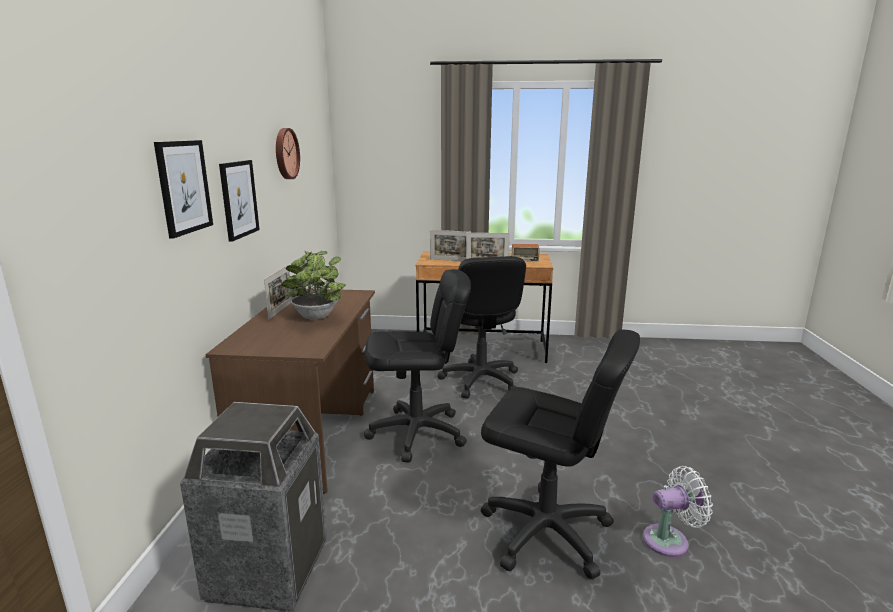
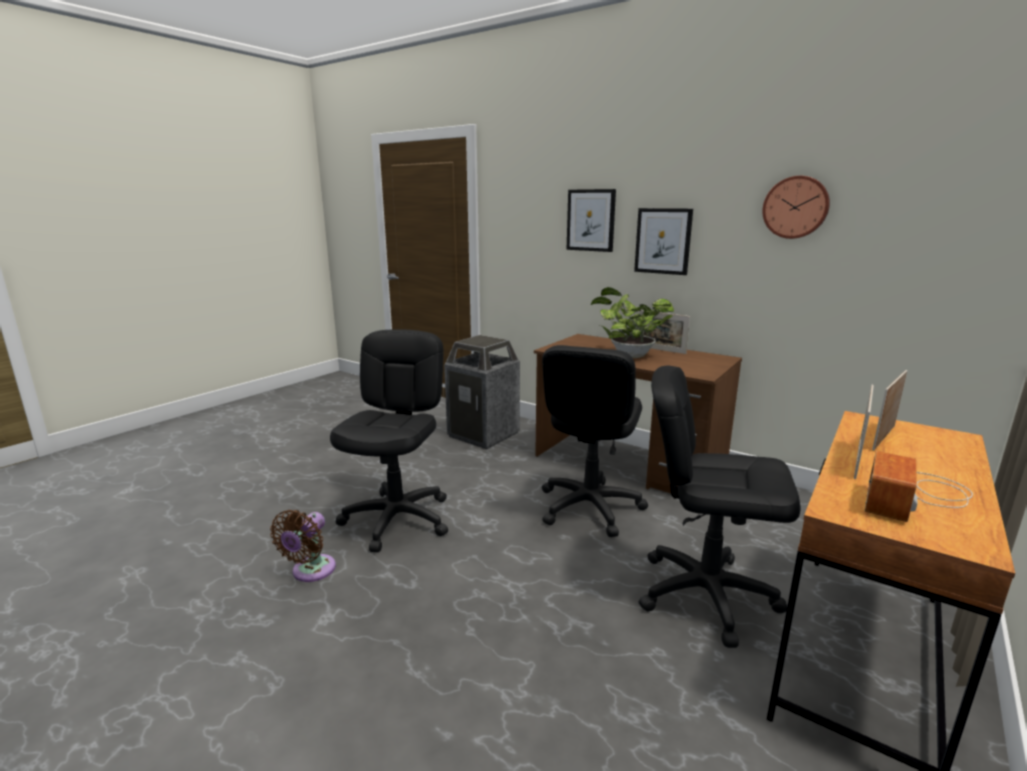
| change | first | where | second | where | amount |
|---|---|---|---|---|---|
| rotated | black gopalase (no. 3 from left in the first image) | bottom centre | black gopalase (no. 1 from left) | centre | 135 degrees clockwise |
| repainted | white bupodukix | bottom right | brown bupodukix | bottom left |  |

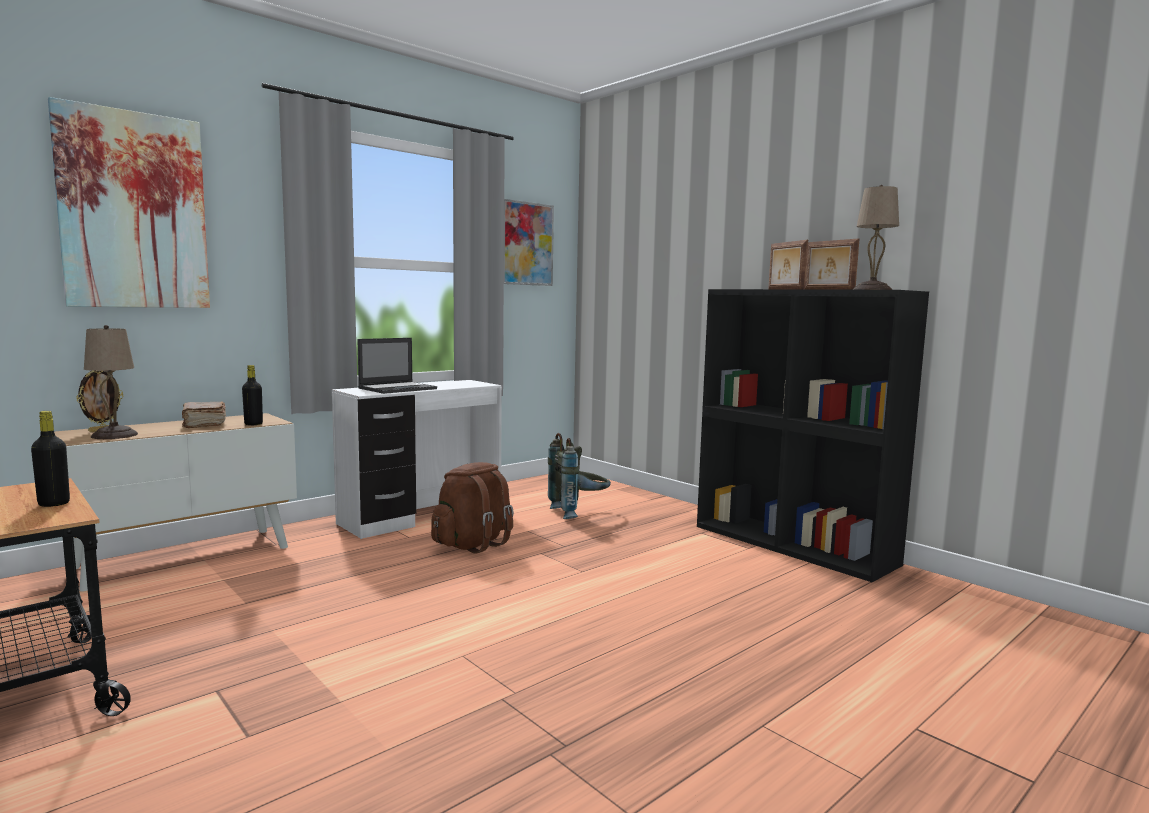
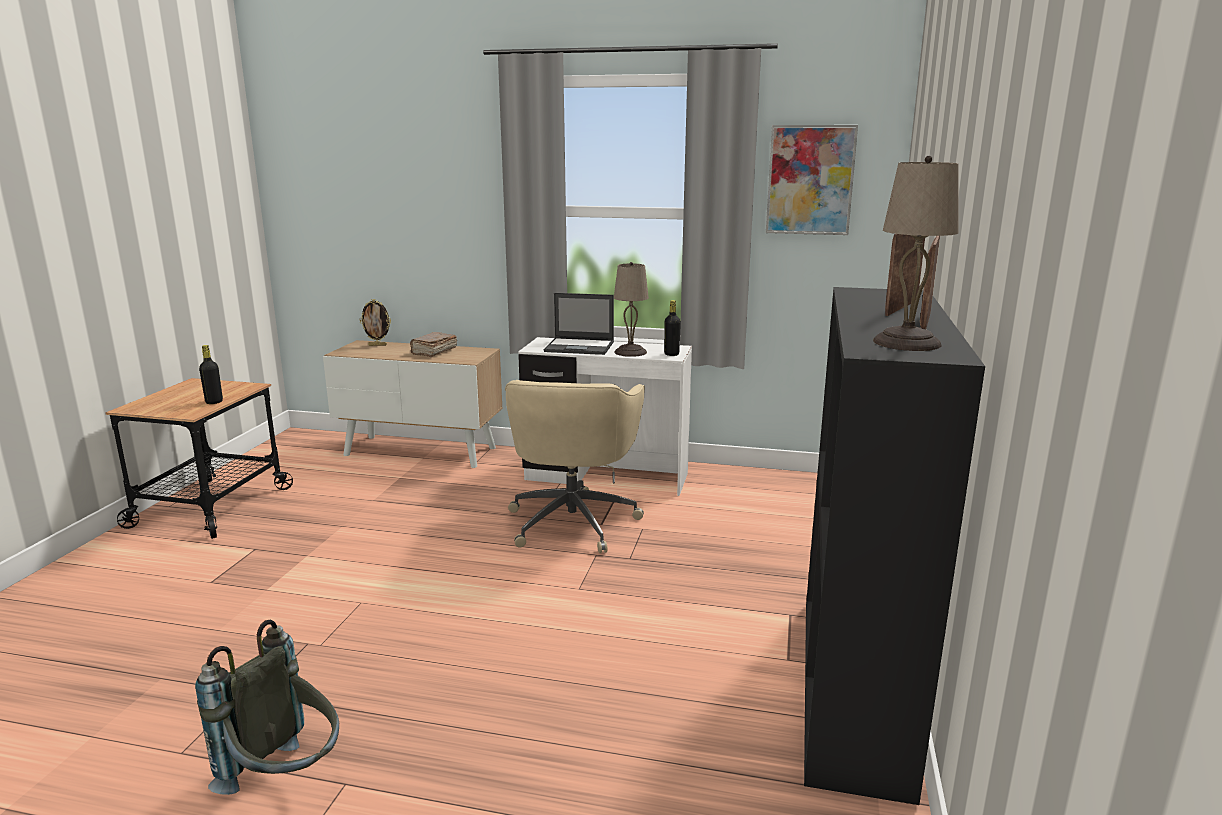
| change | first | where | second | where | amount |
|---|---|---|---|---|---|
| gone | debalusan (no. 1 from left) | top left |  |  |  |
| shifted | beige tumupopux (no. 1 from left) | middle left |  | centre |  |
| shifted | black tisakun (no. 2 from left) | middle left |  | centre |  |
| shifted | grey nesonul | centre |  | bottom left |  |
| swapped | brown nesonul | centre | beige gopalase | centre |  |

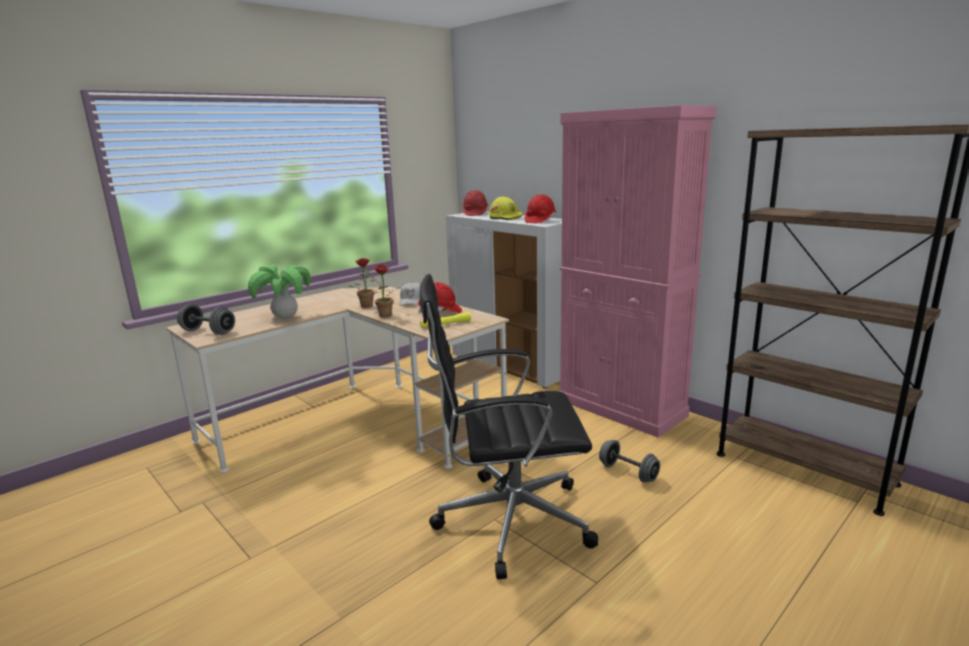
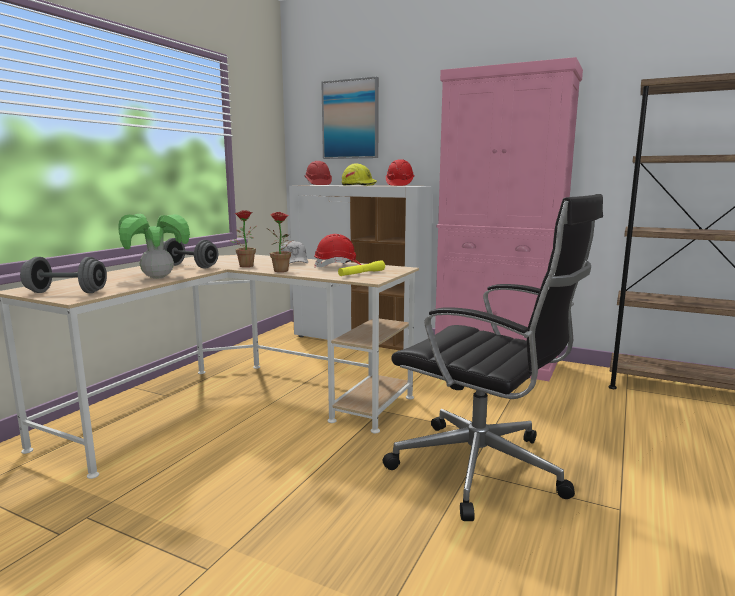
| change | first | where | second | where | amount |
|---|---|---|---|---|---|
| rotated | black gopalase | centre |  | middle right | 120 degrees counterclockwise |
| shifted | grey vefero (no. 2 from left) | bottom centre |  | middle left |  |
| new |  |  | debalusan | top centre |  |

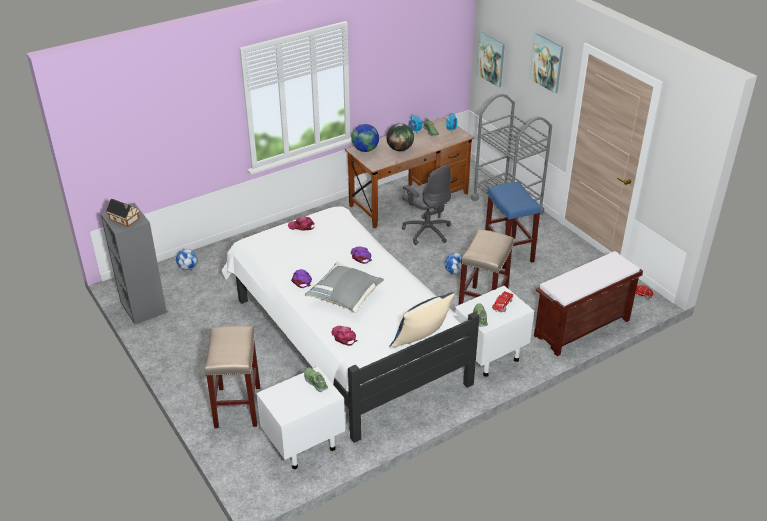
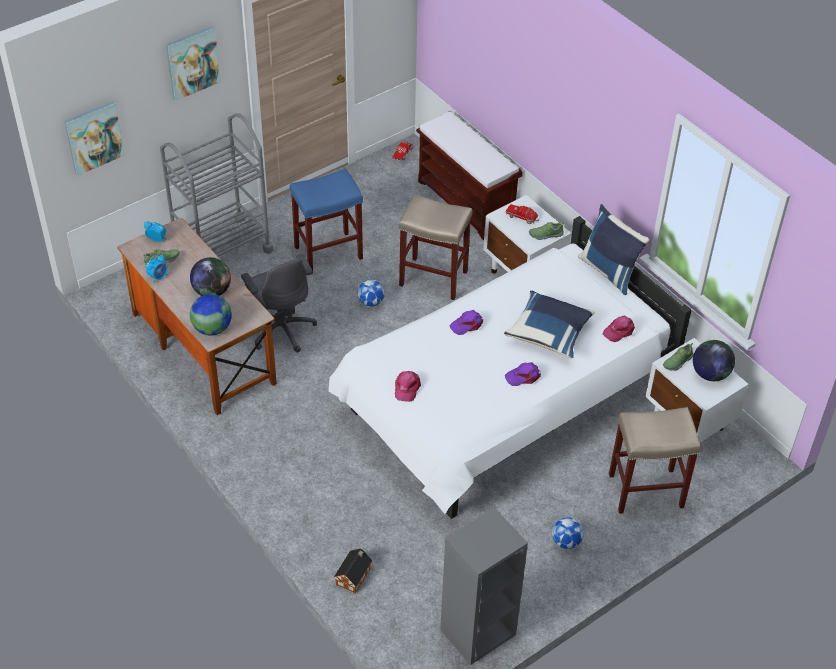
| change | first | where | second | where | amount |
|---|---|---|---|---|---|
| rotated | grey gopalase | centre |  | centre | 105 degrees clockwise |
| shifted | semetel | middle left |  | bottom centre |  |
| shifted | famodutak (no. 1 from left in the first image) | middle left | famodutak (no. 2 from left) | bottom right |  |
| repainted | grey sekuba | centre | blue sekuba (no. 1 from left) | centre |  |
| new |  |  | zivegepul (no. 3 from left) | middle right |  |

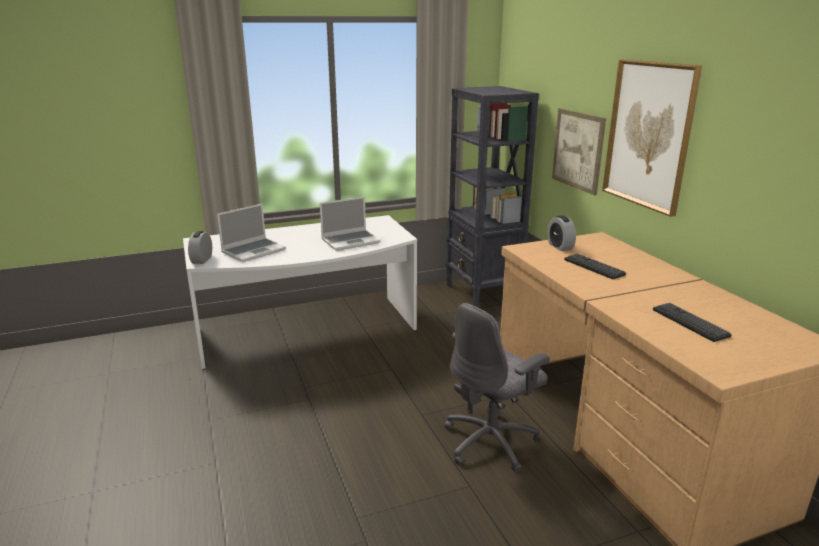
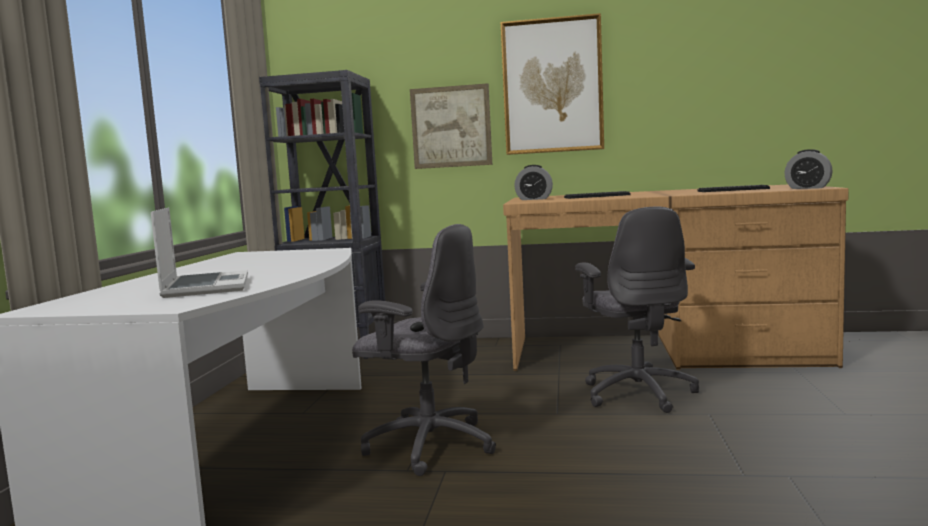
| change | first | where | second | where | amount |
|---|---|---|---|---|---|
| gone | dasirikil (no. 2 from left) | centre |  |  |  |
| shifted | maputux (no. 1 from left in the first image) | middle left | maputux (no. 2 from left) | top right |  |
| new |  |  | grey gopalase (no. 1 from left) | centre |  |

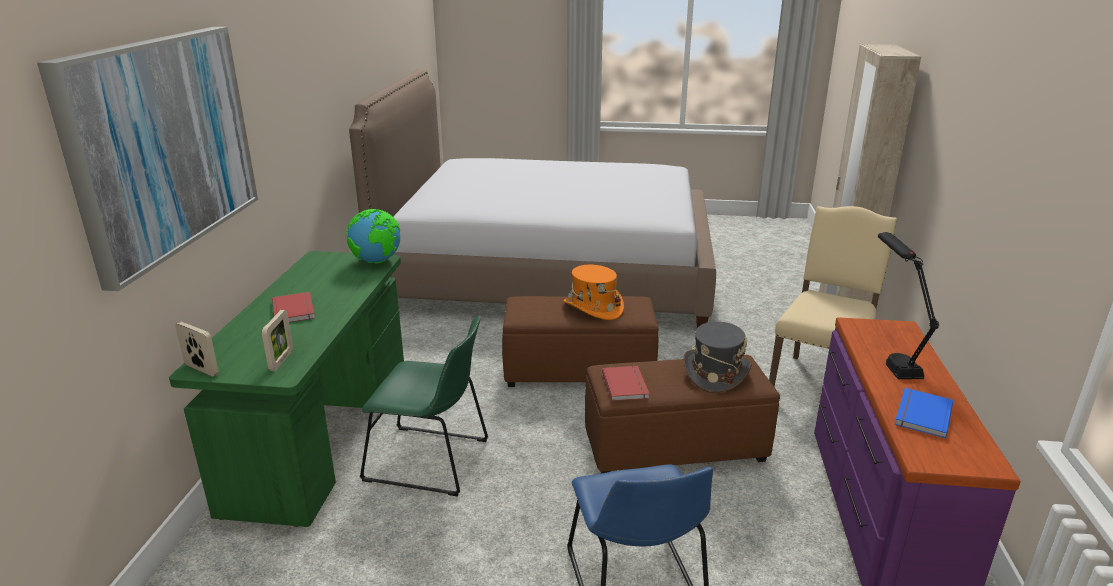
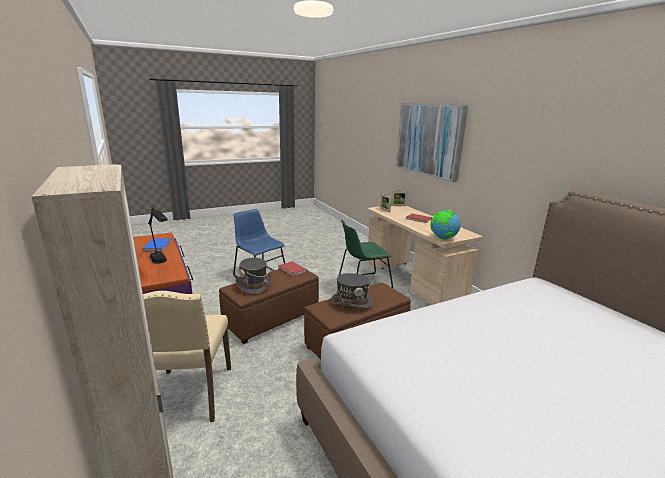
| change | first | where | second | where | amount |
|---|---|---|---|---|---|
| repainted | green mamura | middle left | beige mamura | centre |  |
| repainted | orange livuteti | centre | grey livuteti (no. 2 from left) | centre |  |

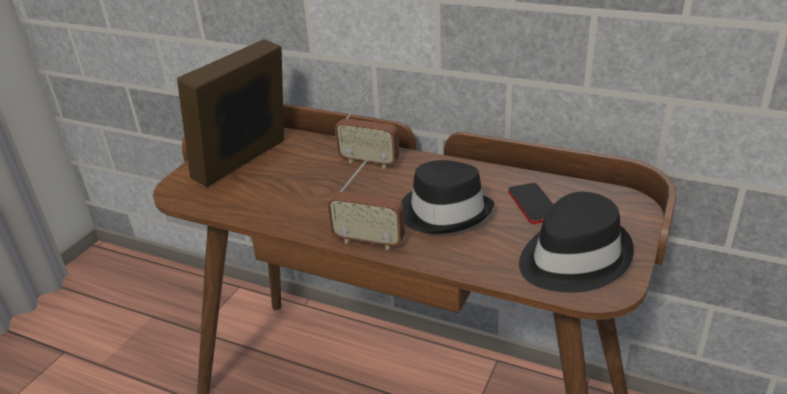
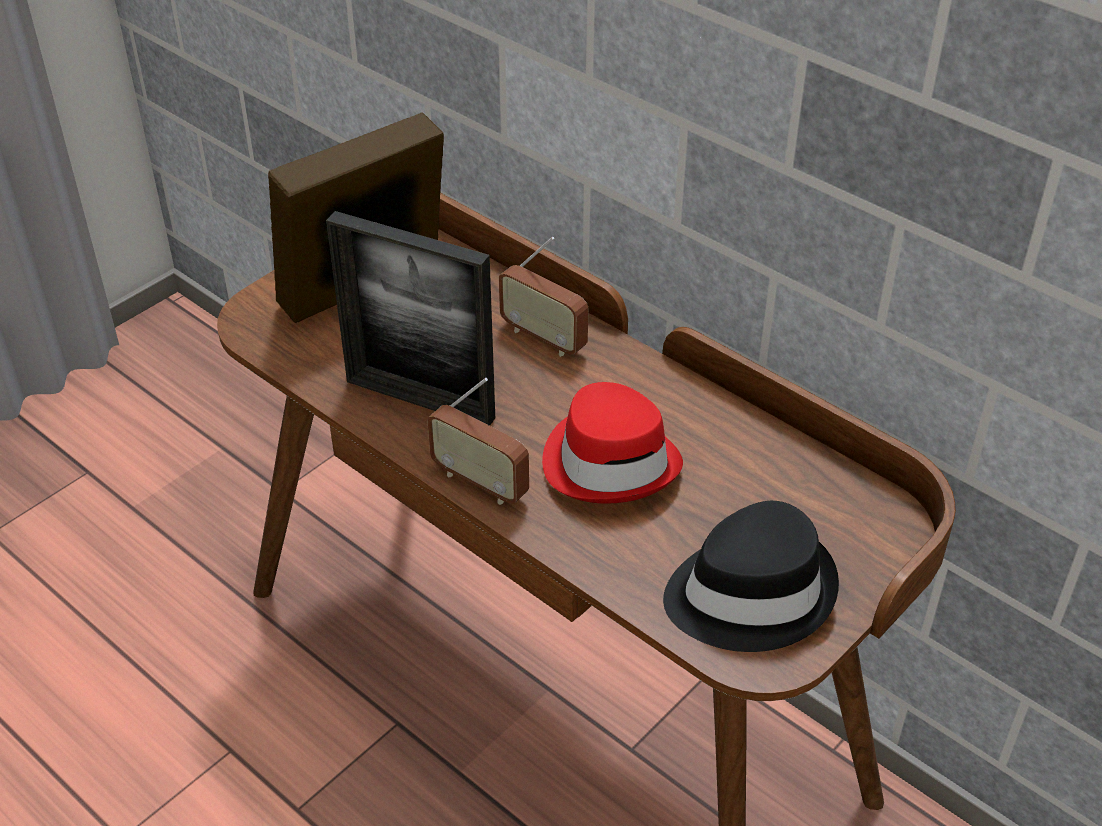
| change | first | where | second | where | amount |
|---|---|---|---|---|---|
| repainted | black livuteti (no. 1 from left) | centre | red livuteti | centre |  |
| gone | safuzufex | middle right |  |  |  |
| new |  |  | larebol (no. 2 from left) | centre |  |

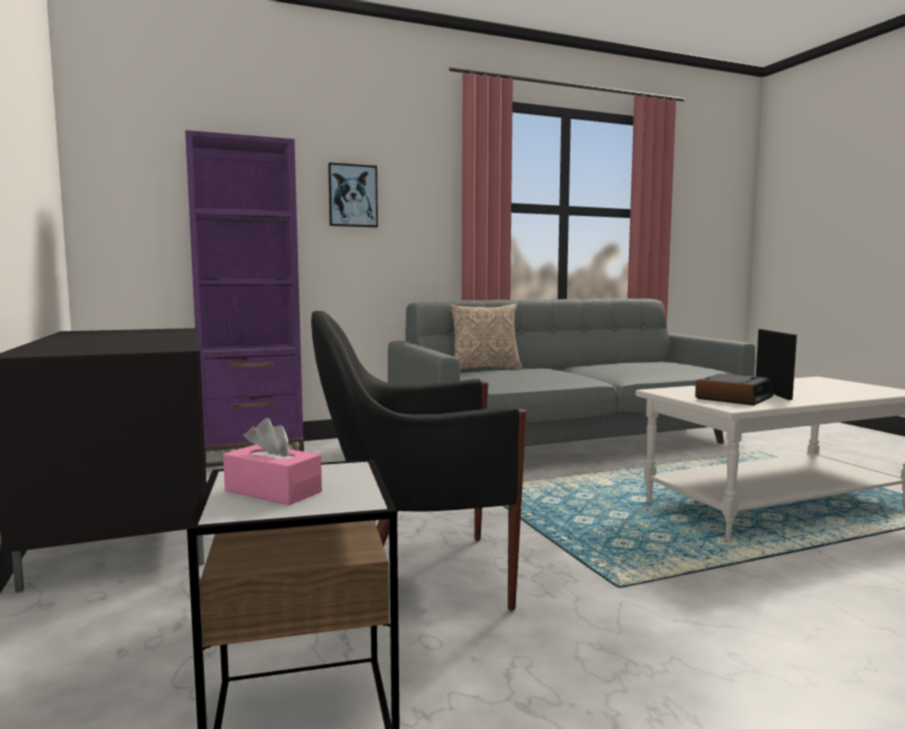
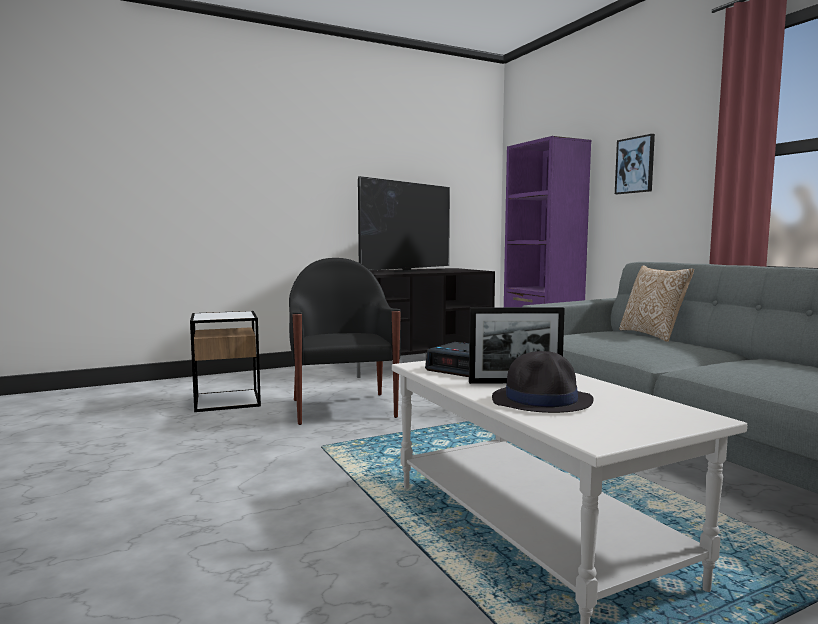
| change | first | where | second | where | amount |
|---|---|---|---|---|---|
| gone | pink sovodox | middle left |  |  |  |
| new |  |  | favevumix | centre |  |
| new |  |  | black livuteti | centre |  |

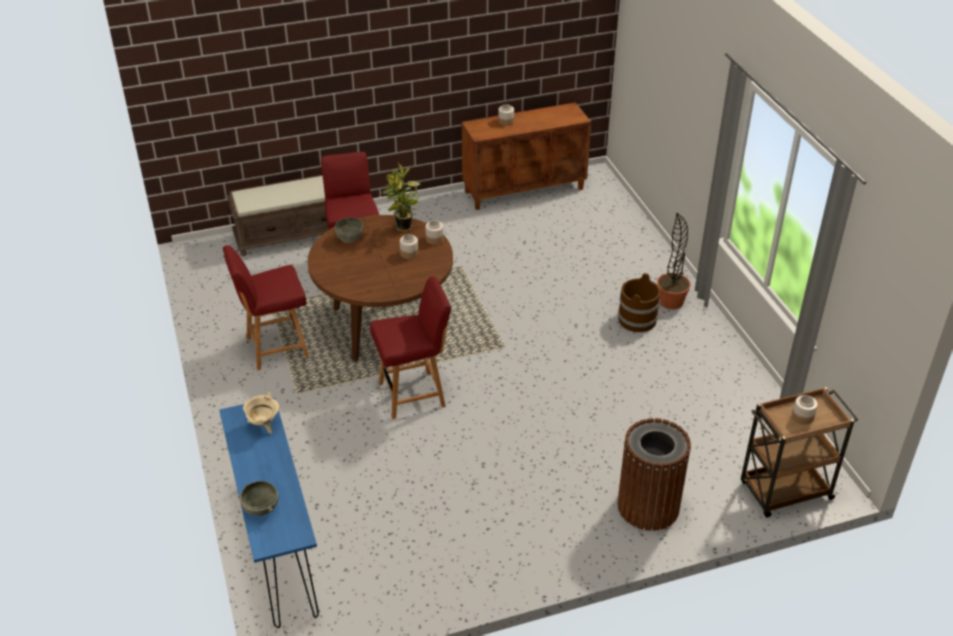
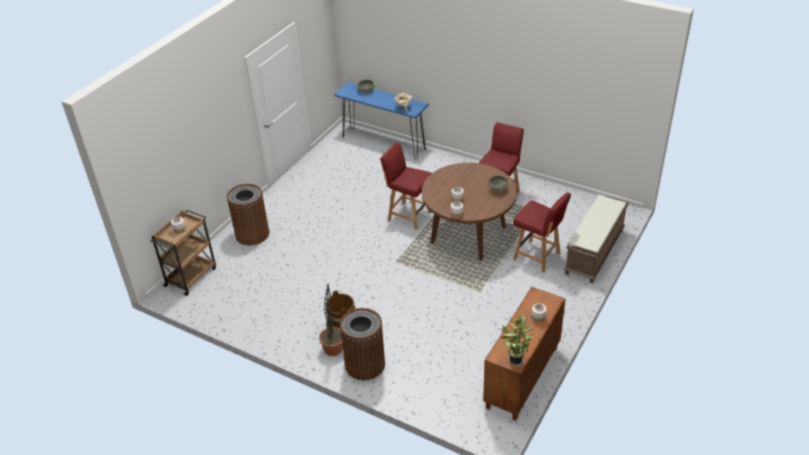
| change | first | where | second | where | amount |
|---|---|---|---|---|---|
| shifted | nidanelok (no. 1 from left in the first image) | top centre | nidanelok (no. 2 from left) | bottom centre |  |
| rotated | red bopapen (no. 3 from left in the first image) | centre | red bopapen (no. 1 from left) | centre | 90 degrees clockwise |
| new |  |  | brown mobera (no. 2 from left) | bottom centre |  |

